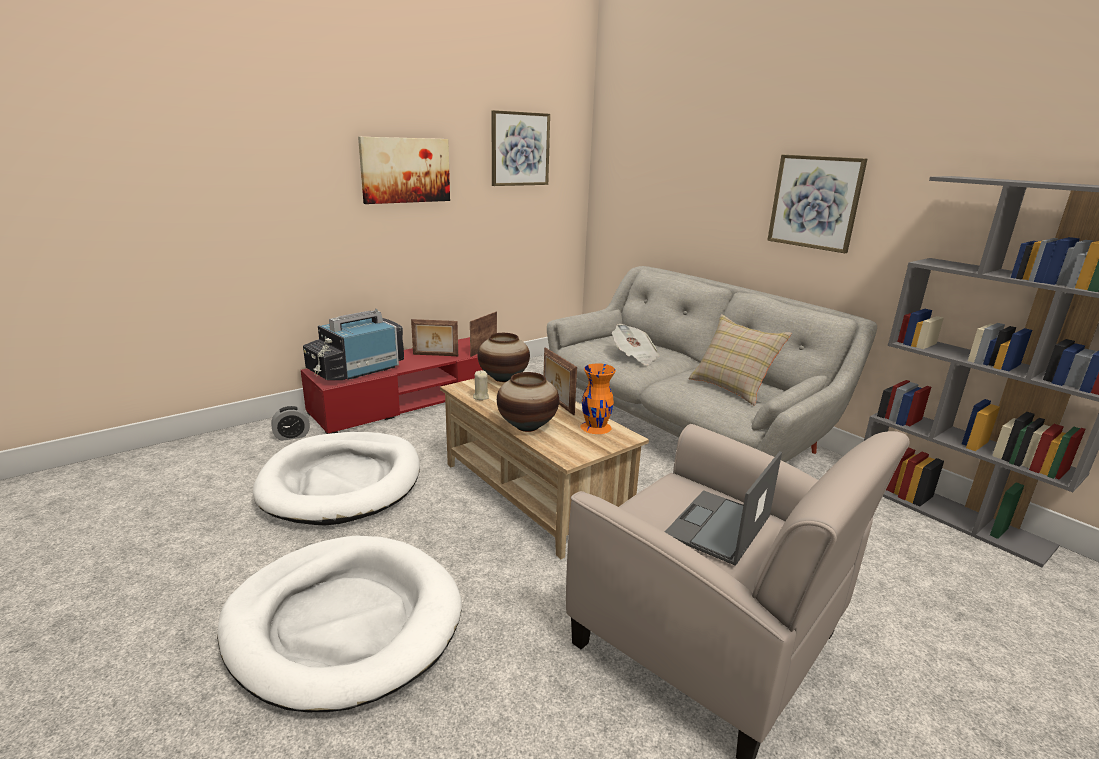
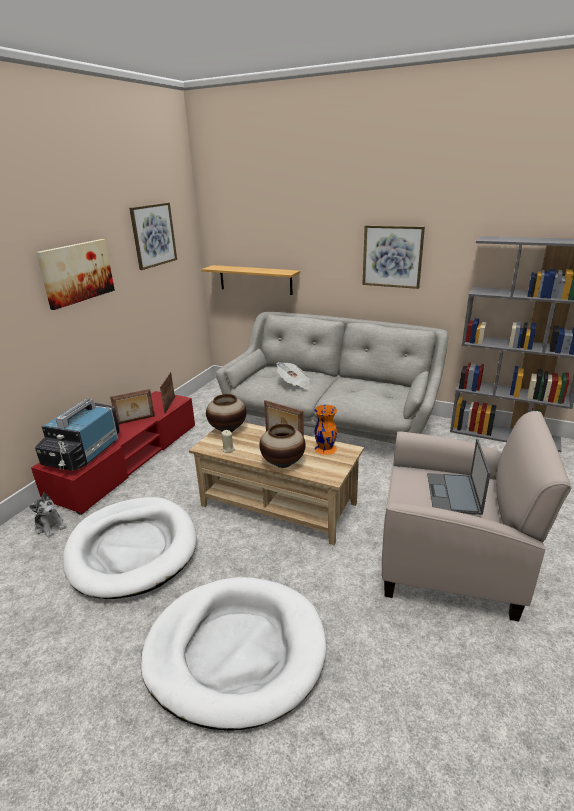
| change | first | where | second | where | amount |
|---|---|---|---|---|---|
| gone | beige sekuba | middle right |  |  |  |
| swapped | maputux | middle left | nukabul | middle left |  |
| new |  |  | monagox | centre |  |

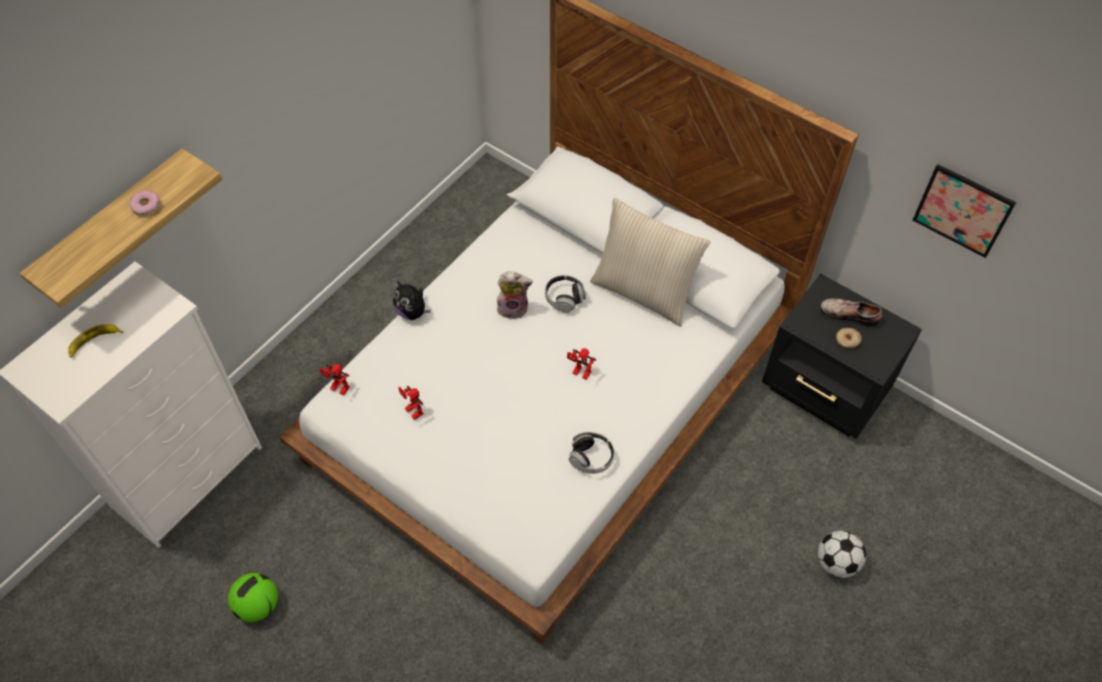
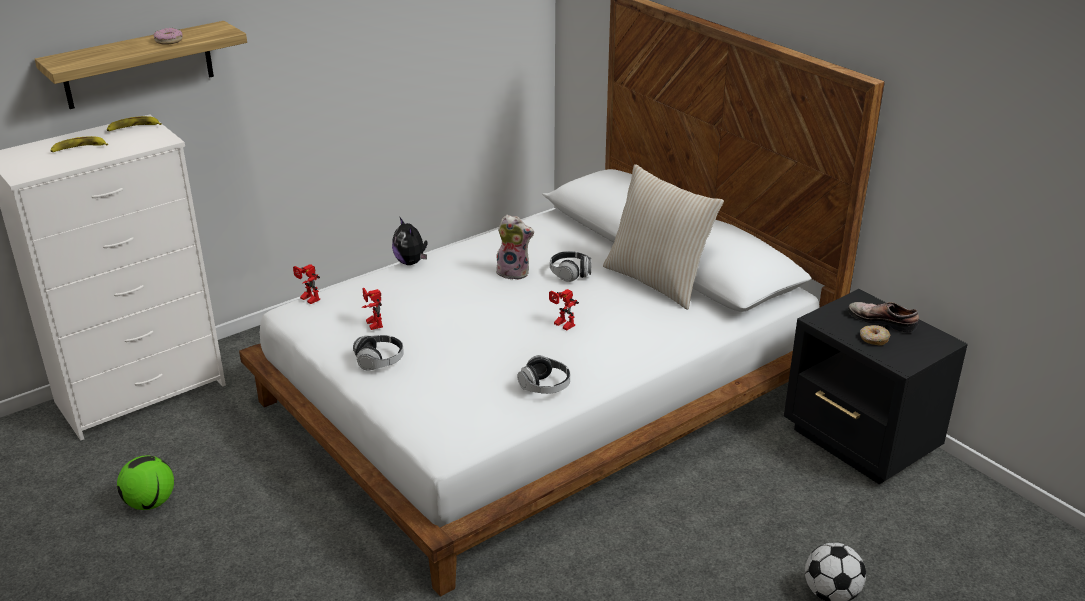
| change | first | where | second | where | amount |
|---|---|---|---|---|---|
| gone | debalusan | top right |  |  |  |
| new |  |  | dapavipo (no. 2 from left) | top left |  |
| new |  |  | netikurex (no. 1 from left) | centre |  |

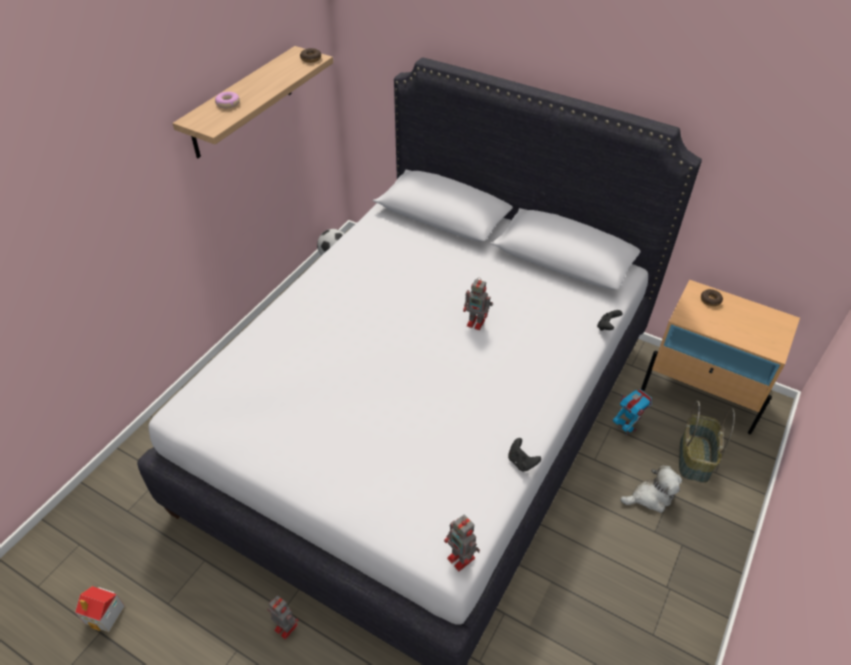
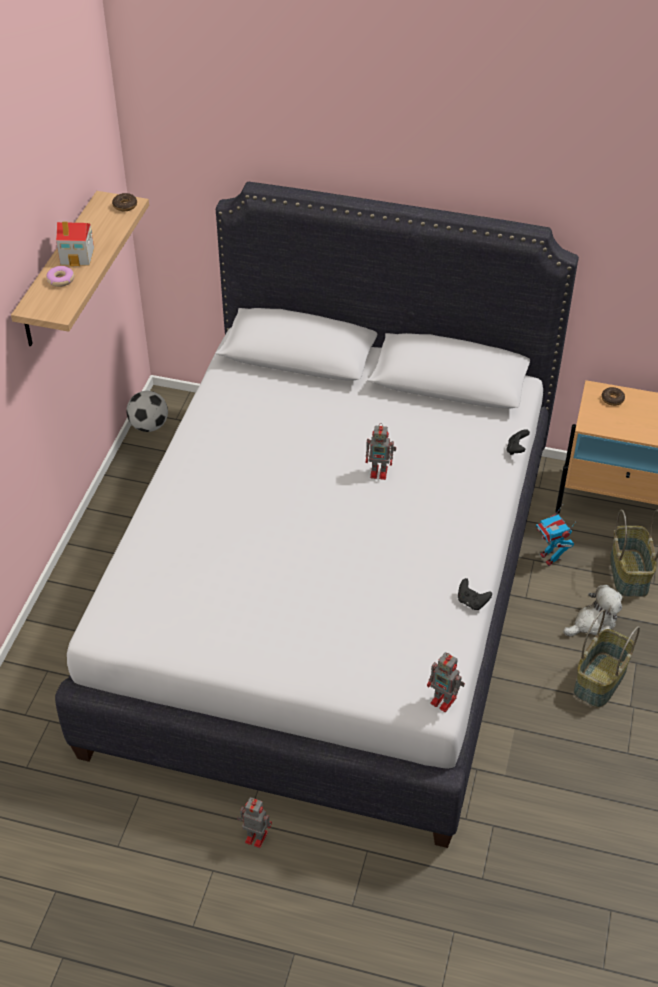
| change | first | where | second | where | amount |
|---|---|---|---|---|---|
| rotated | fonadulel (no. 4 from left) | middle right |  | middle right | 150 degrees counterclockwise |
| shifted | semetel | bottom left |  | top left |  |
| new |  |  | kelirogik (no. 1 from left) | bottom right |  |

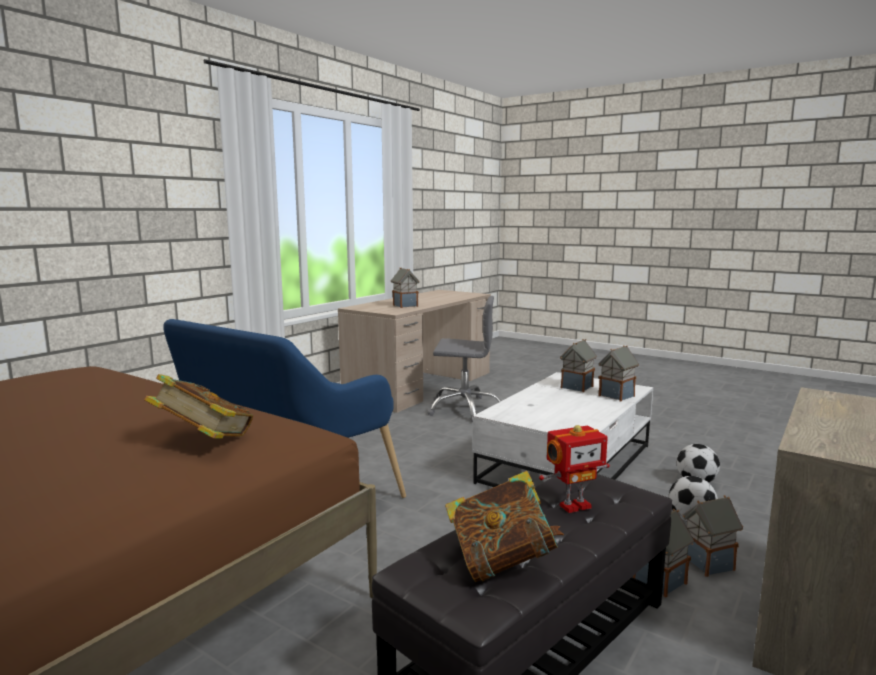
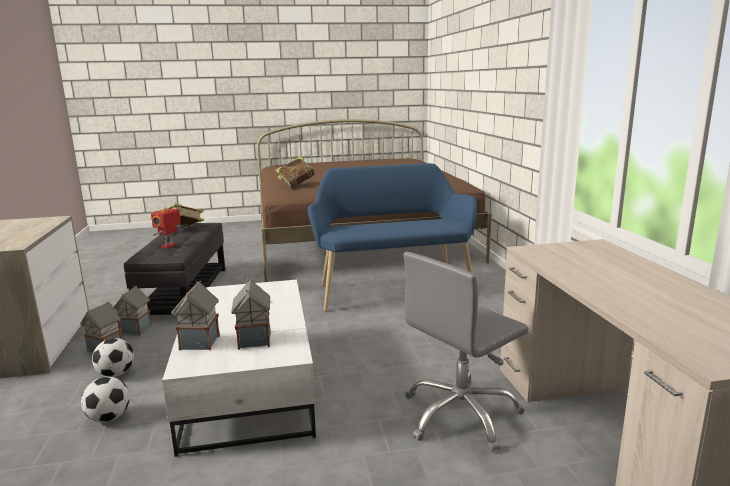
| change | first | where | second | where | amount |
|---|---|---|---|---|---|
| gone | semetel (no. 1 from left) | centre |  |  |  |

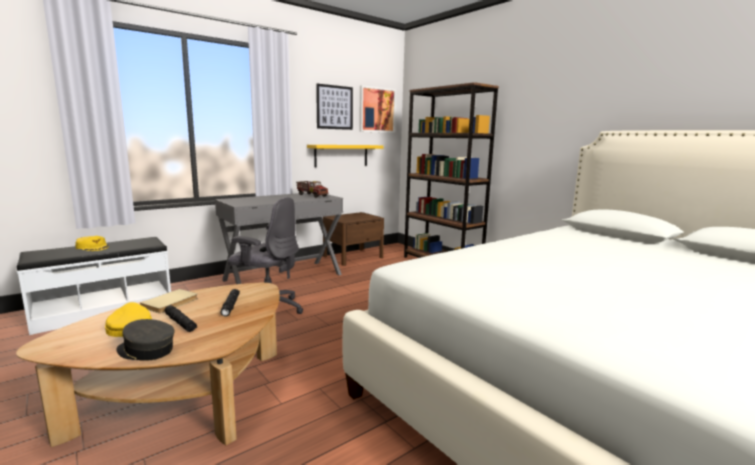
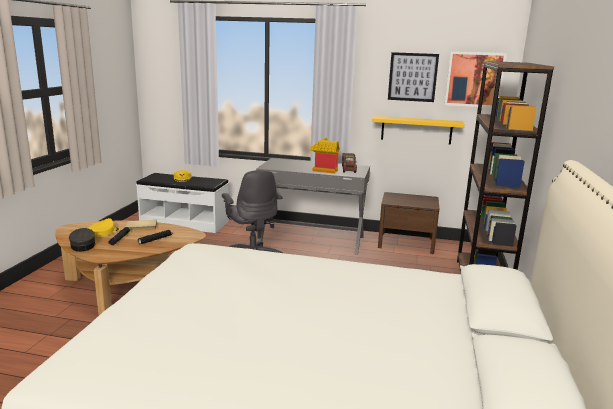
| change | first | where | second | where | amount |
|---|---|---|---|---|---|
| new |  |  | semetel | centre |  |

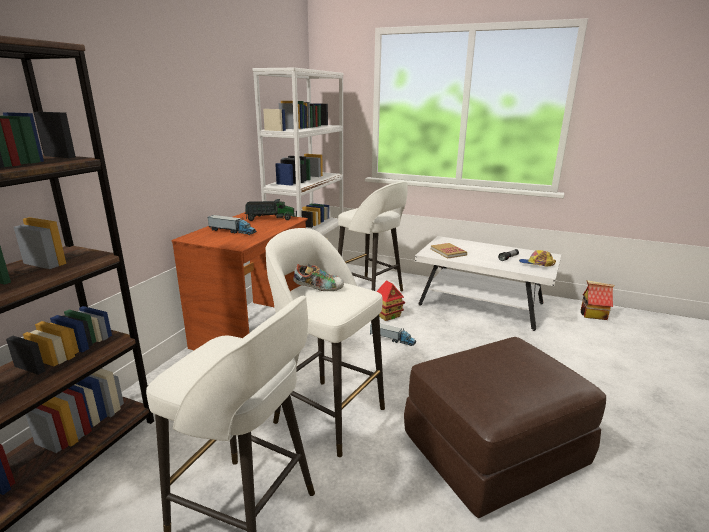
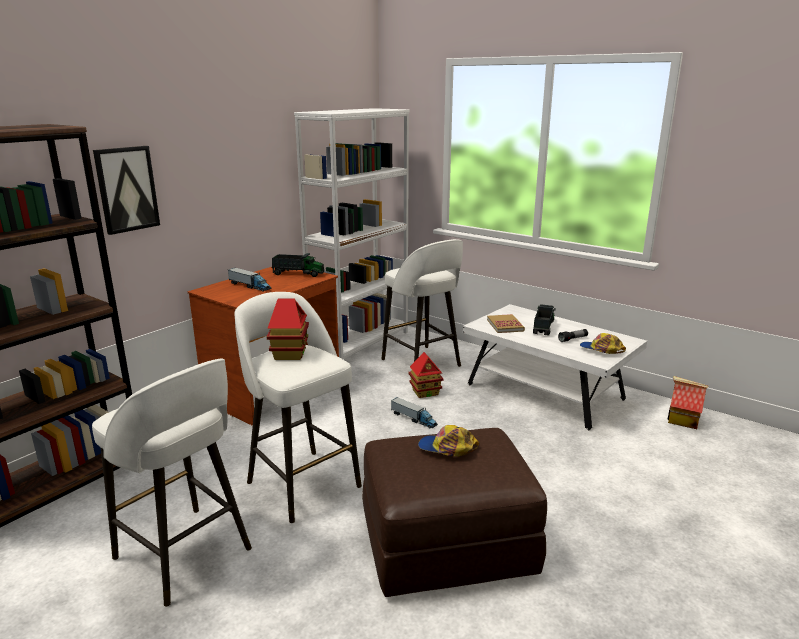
| change | first | where | second | where | amount |
|---|---|---|---|---|---|
| swapped | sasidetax | centre | semetel (no. 1 from left) | centre |  |
| new |  |  | debalusan | top left |  |
| new |  |  | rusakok (no. 4 from left) | middle right |  |
| new |  |  | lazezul (no. 1 from left) | bottom centre |  |

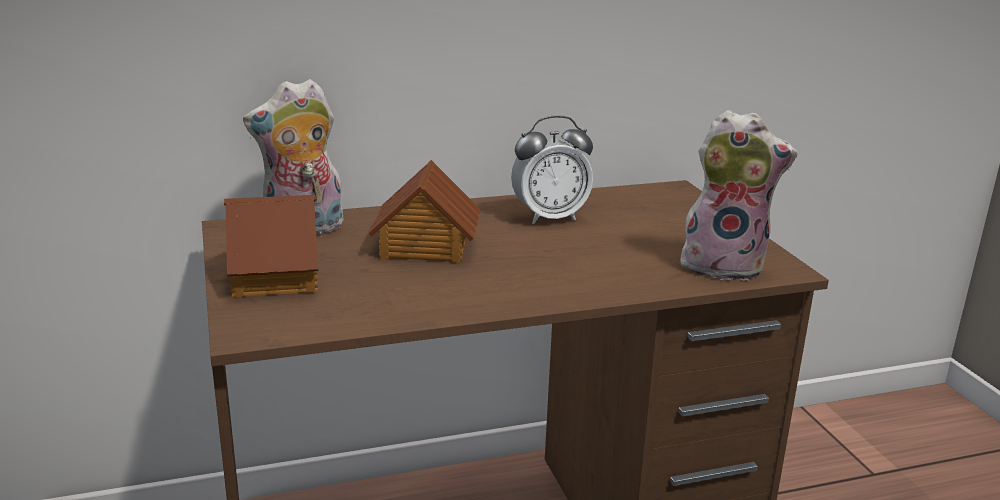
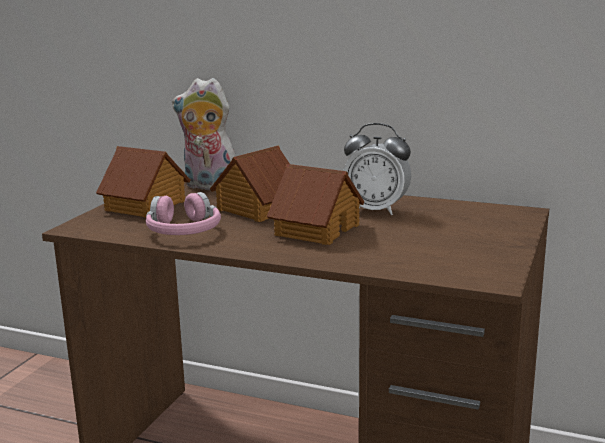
| change | first | where | second | where | amount |
|---|---|---|---|---|---|
| gone | nukabul (no. 2 from left) | middle right |  |  |  |
| new |  |  | semetel (no. 3 from left) | centre |  |
| new |  |  | pink netikurex | middle left |  |

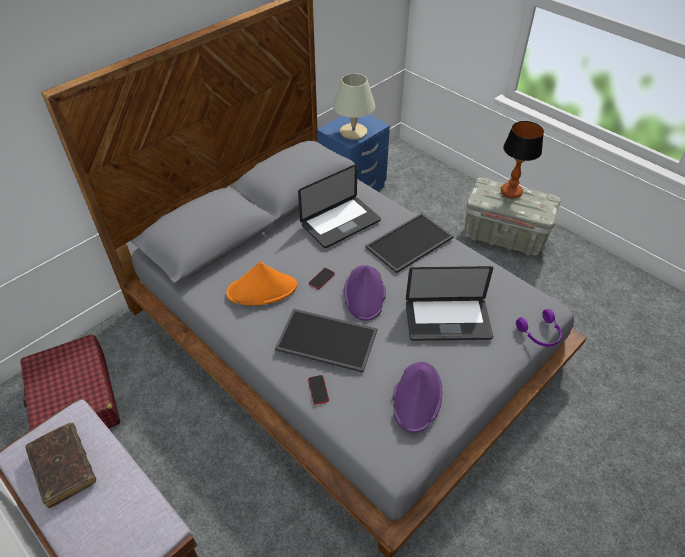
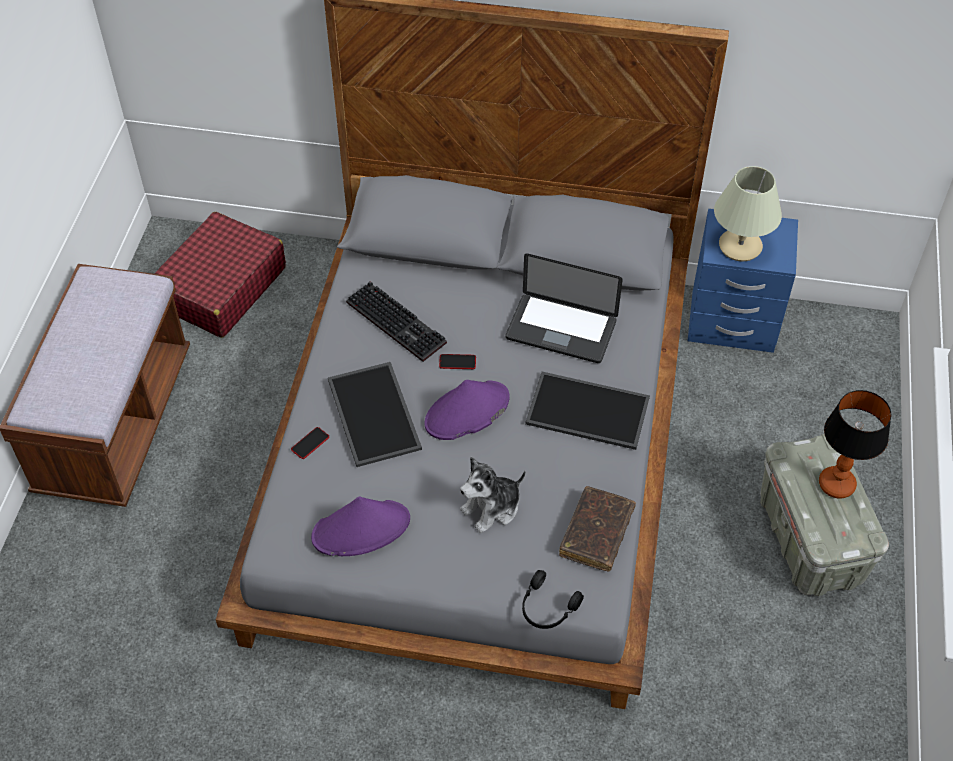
| change | first | where | second | where | amount |
|---|---|---|---|---|---|
| swapped | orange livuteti | centre | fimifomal | centre |  |
| swapped | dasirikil (no. 2 from left) | centre | nukabul | centre |  |
| repainted | purple netikurex | middle right | black netikurex | bottom centre |  |
| shifted | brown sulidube | bottom left |  | bottom centre |  |

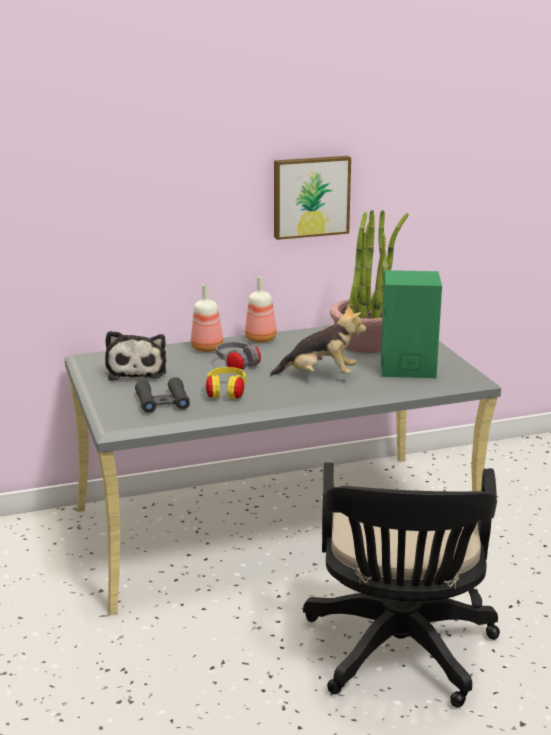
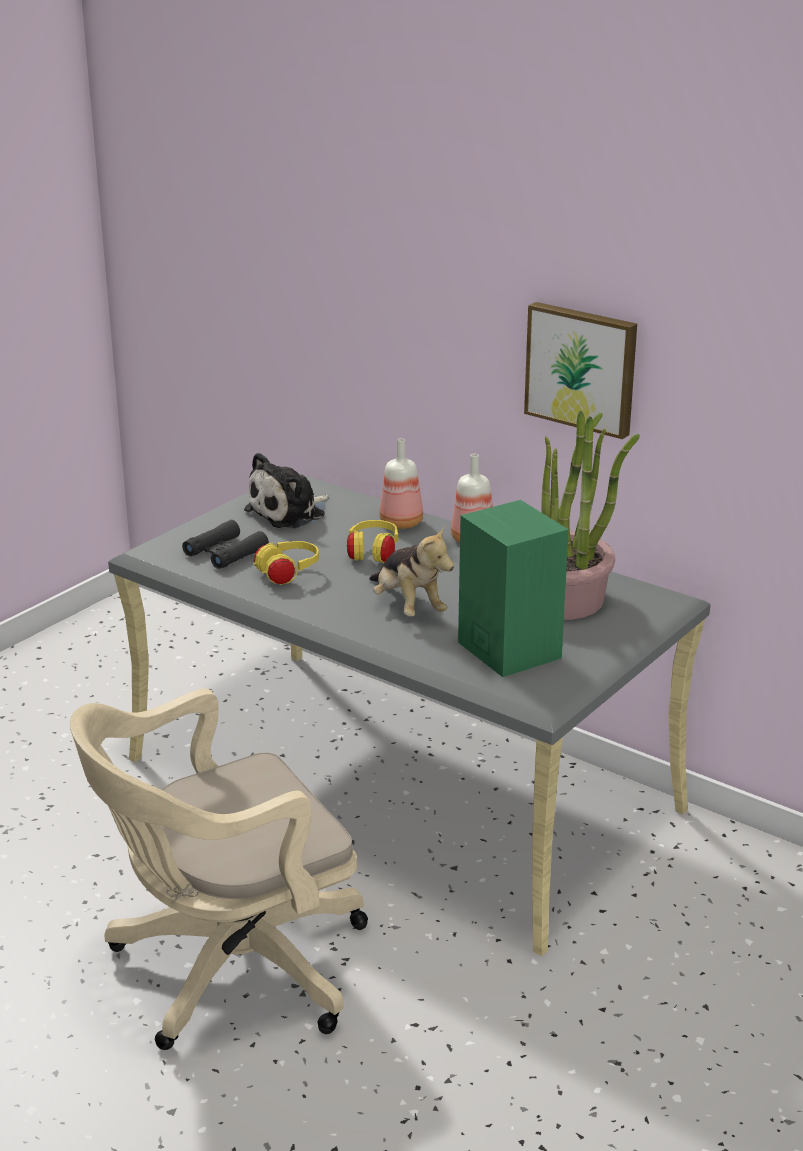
| change | first | where | second | where | amount |
|---|---|---|---|---|---|
| repainted | grey netikurex | centre | yellow netikurex (no. 2 from left) | centre |  |
| repainted | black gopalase | bottom right | beige gopalase | bottom left |  |

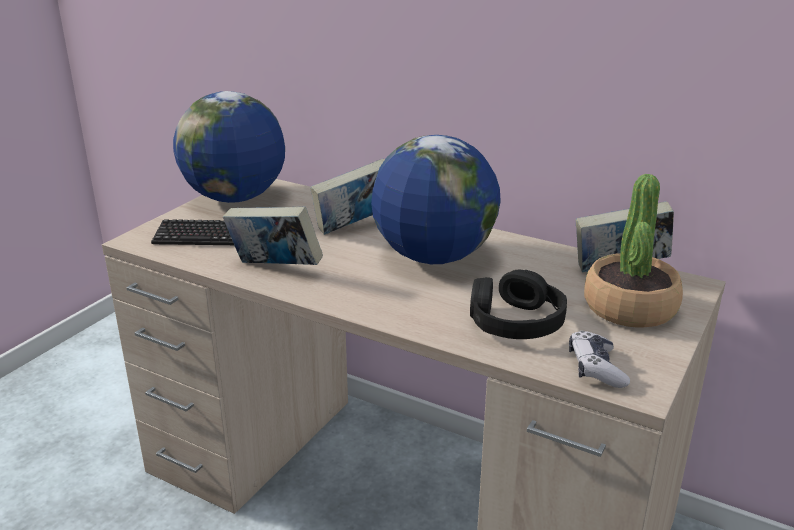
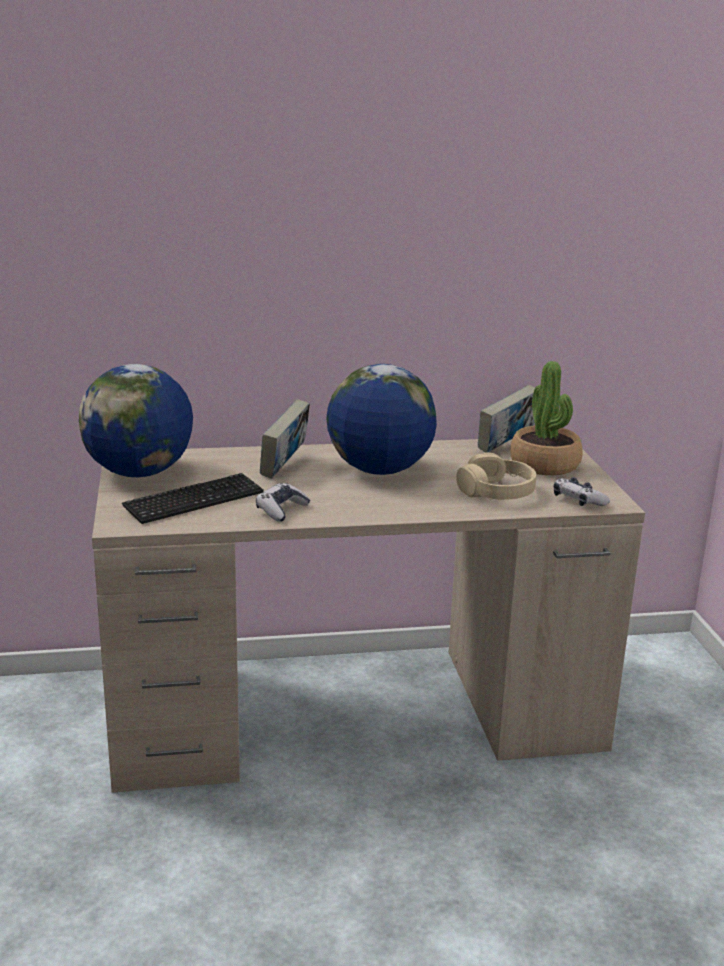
| change | first | where | second | where | amount |
|---|---|---|---|---|---|
| swapped | sulidube (no. 1 from left) | centre | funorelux (no. 1 from left) | centre |  |
| repainted | black netikurex | centre | beige netikurex | middle right |  |

